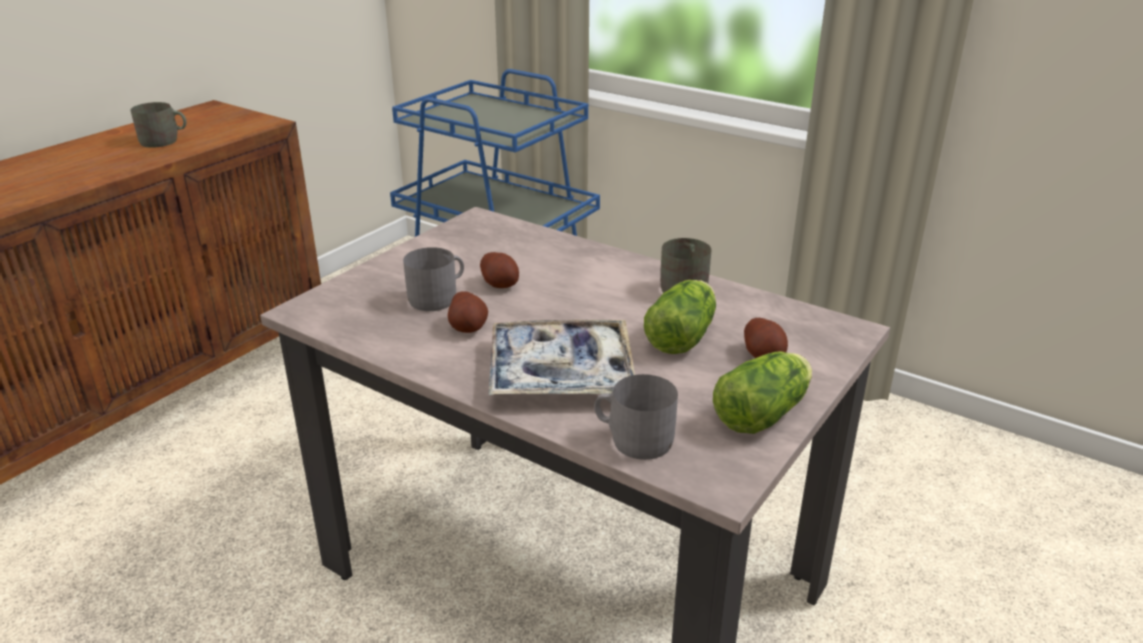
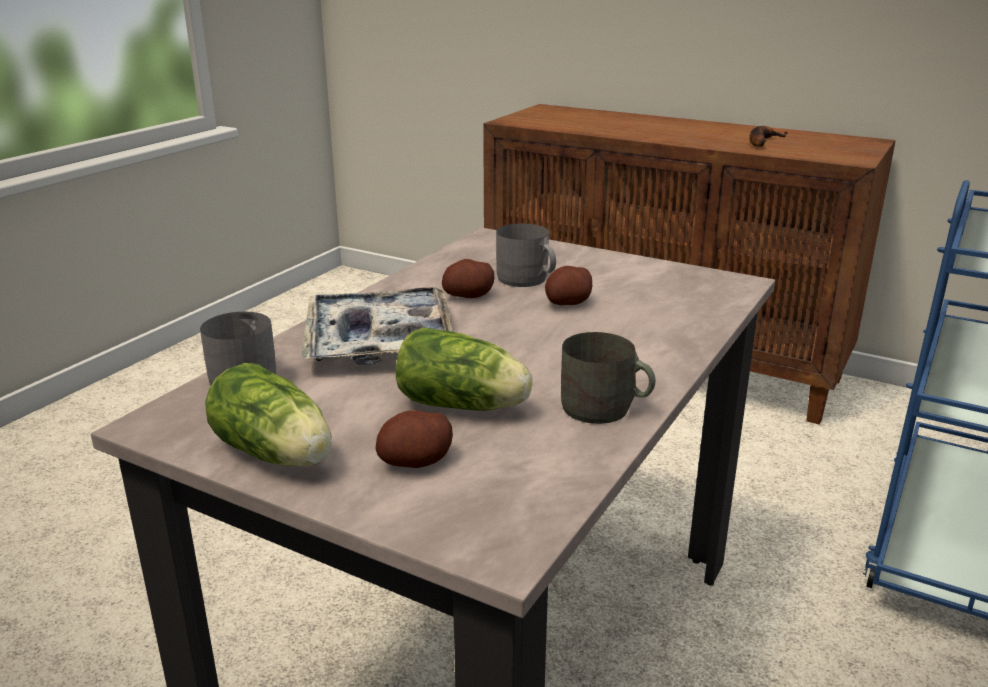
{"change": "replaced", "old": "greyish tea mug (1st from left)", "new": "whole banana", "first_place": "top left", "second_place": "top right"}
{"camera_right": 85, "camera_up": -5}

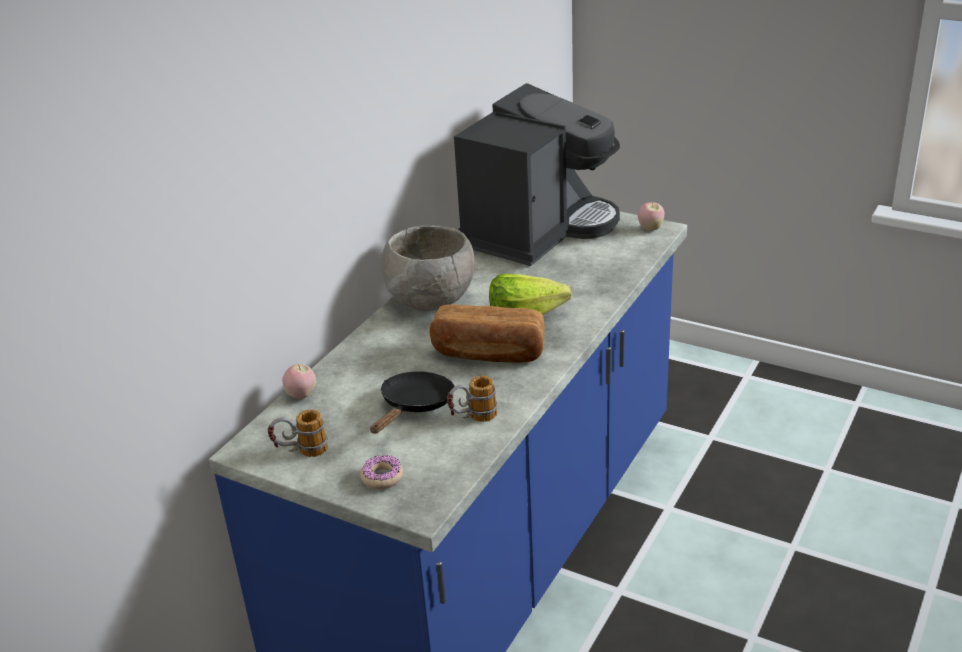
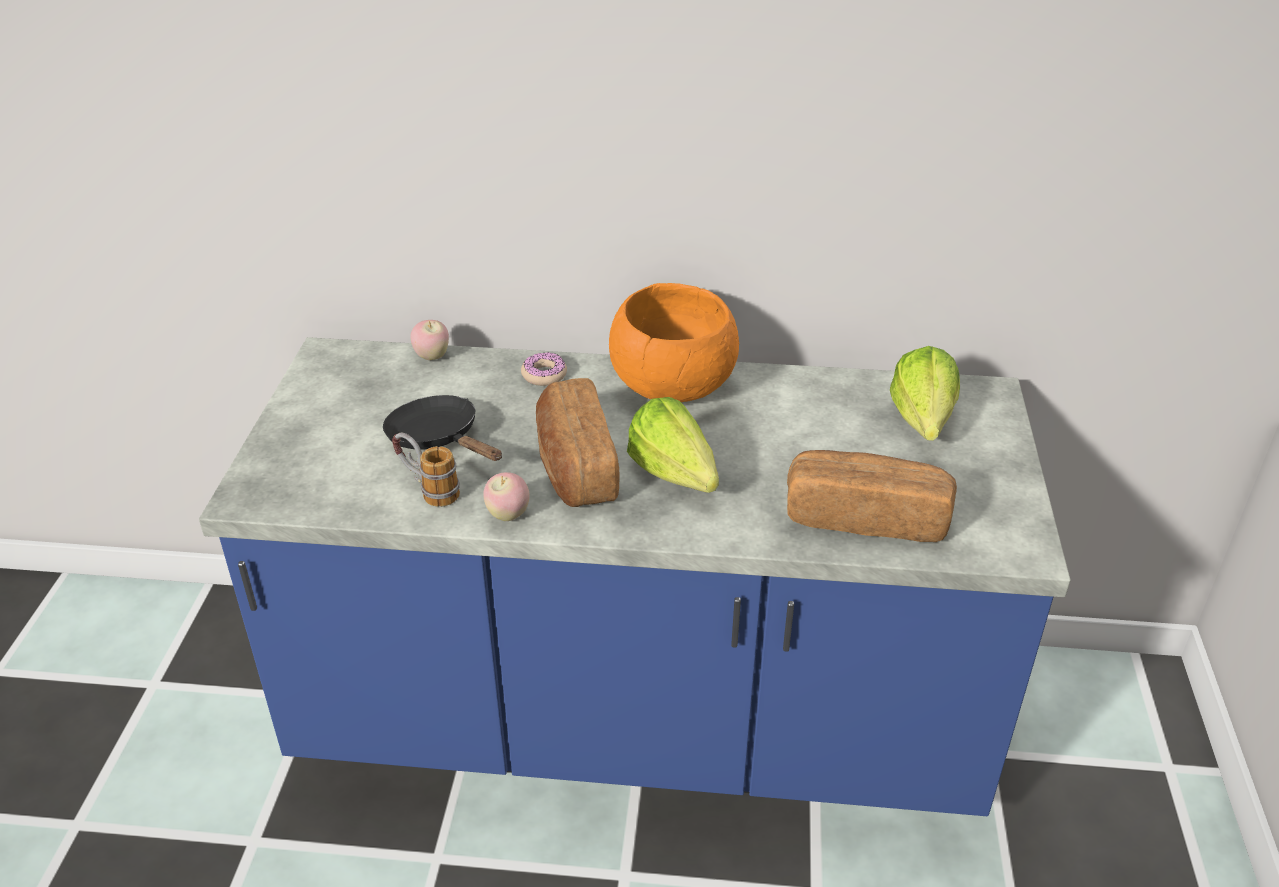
{"change": "removed", "old": "tea mug (1st from left)", "first_place": "middle left"}
{"change": "moved", "old": "ring doughnut", "first_place": "bottom centre", "second_place": "centre"}
{"change": "turned", "old": "blackish frying pan", "first_place": "centre", "second_place": "centre", "degrees": -135}
{"change": "recoloured", "old": "greyish serving bowl", "new": "orange-coloured serving bowl", "first_place": "centre", "second_place": "centre"}
{"change": "replaced", "old": "coffee brewer", "new": "lettuce (2nd from left)", "first_place": "top centre", "second_place": "middle right"}
{"change": "moved", "old": "whole apple (2nd from left)", "first_place": "top right", "second_place": "centre"}
{"change": "added", "new": "bakery bread (2nd from left)", "second_place": "middle right"}
{"camera_right": 65, "camera_up": 5}

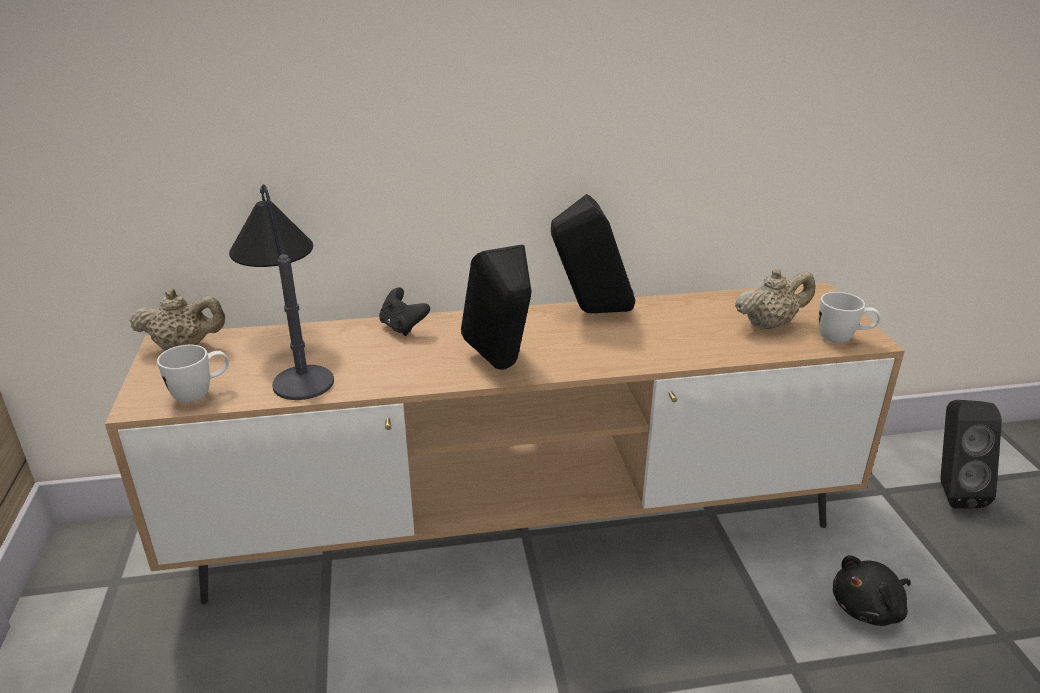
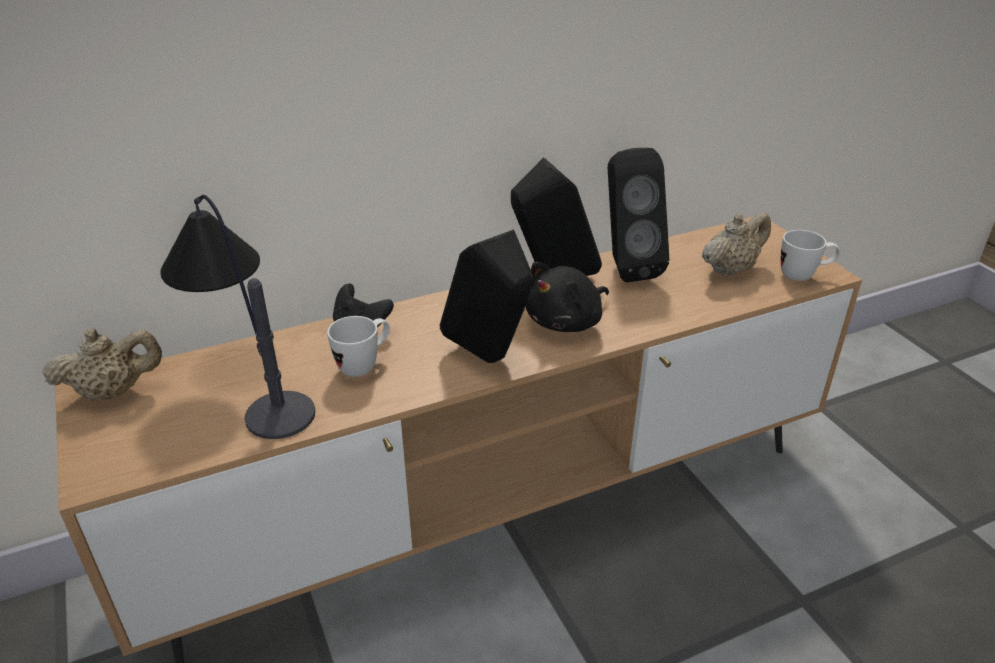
{"change": "moved", "old": "whitish tea mug (1st from left)", "first_place": "middle left", "second_place": "centre"}
{"change": "moved", "old": "blackish plush toy", "first_place": "bottom right", "second_place": "centre"}
{"change": "moved", "old": "blackish loudspeaker (3rd from left)", "first_place": "middle right", "second_place": "top centre"}
{"camera_right": -15, "camera_up": 5}

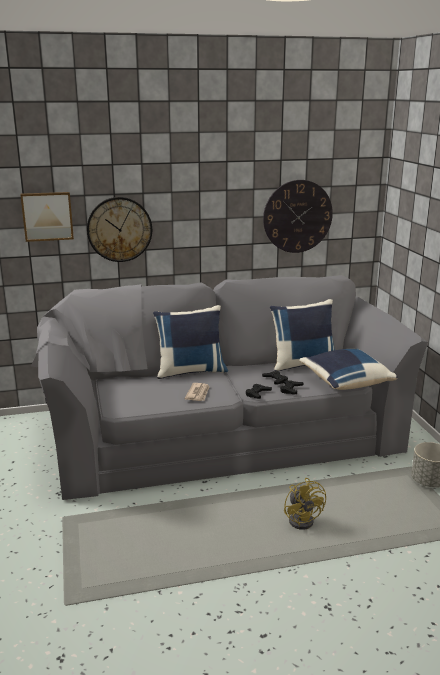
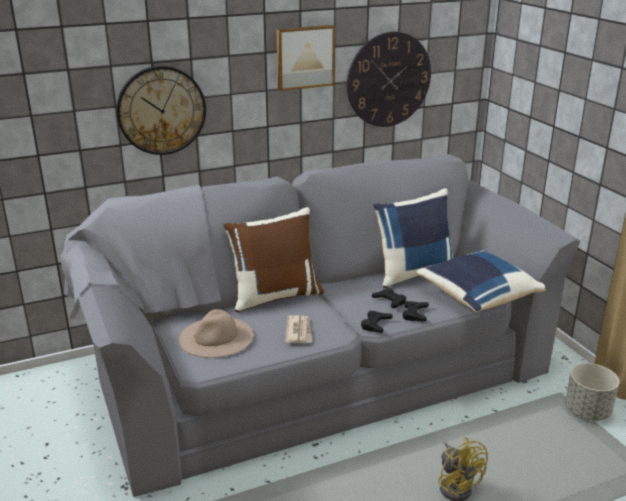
{"change": "moved", "old": "wall art", "first_place": "top left", "second_place": "top centre"}
{"change": "recoloured", "old": "bluish throw pillow (1st from left)", "new": "brownish throw pillow", "first_place": "centre", "second_place": "centre"}
{"change": "added", "new": "beige wearable hat", "second_place": "centre"}
{"camera_right": -10, "camera_up": 5}

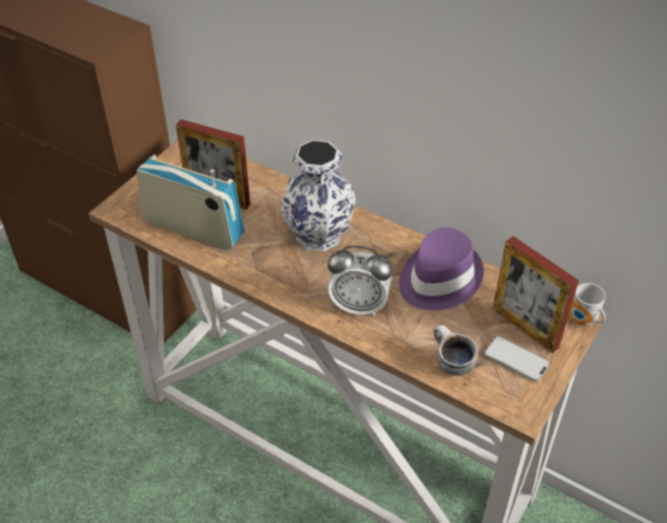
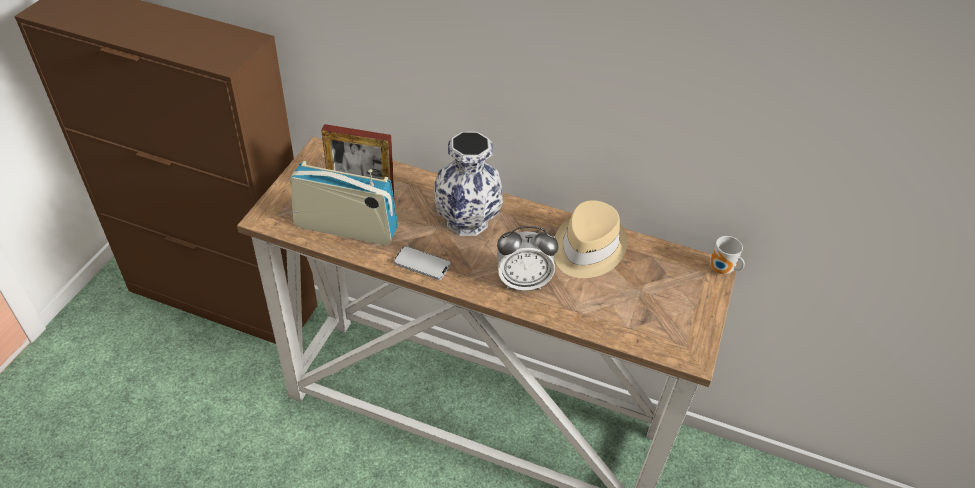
{"change": "recoloured", "old": "purple wearable hat", "new": "beige wearable hat", "first_place": "centre", "second_place": "centre"}
{"change": "removed", "old": "tea mug (1st from left)", "first_place": "bottom right"}
{"change": "moved", "old": "telephone", "first_place": "bottom right", "second_place": "centre"}
{"change": "removed", "old": "picture frame (2nd from left)", "first_place": "middle right"}
{"camera_right": -15, "camera_up": 0}

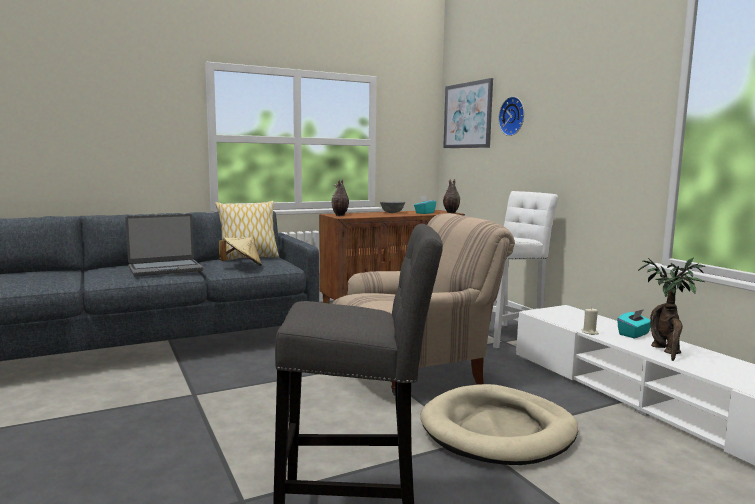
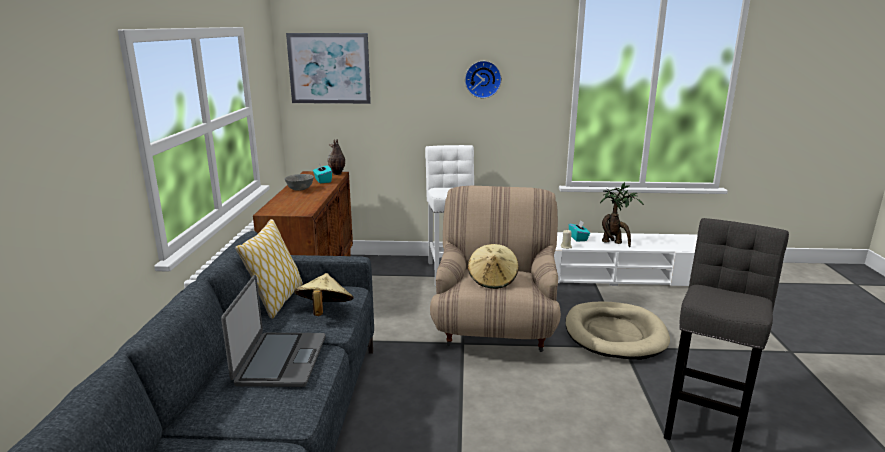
{"change": "removed", "old": "vase (1st from left)", "first_place": "centre"}
{"change": "moved", "old": "hanging clock", "first_place": "top right", "second_place": "top centre"}
{"change": "added", "new": "beige wearable hat (2nd from left)", "second_place": "centre"}
{"camera_right": -60, "camera_up": 10}

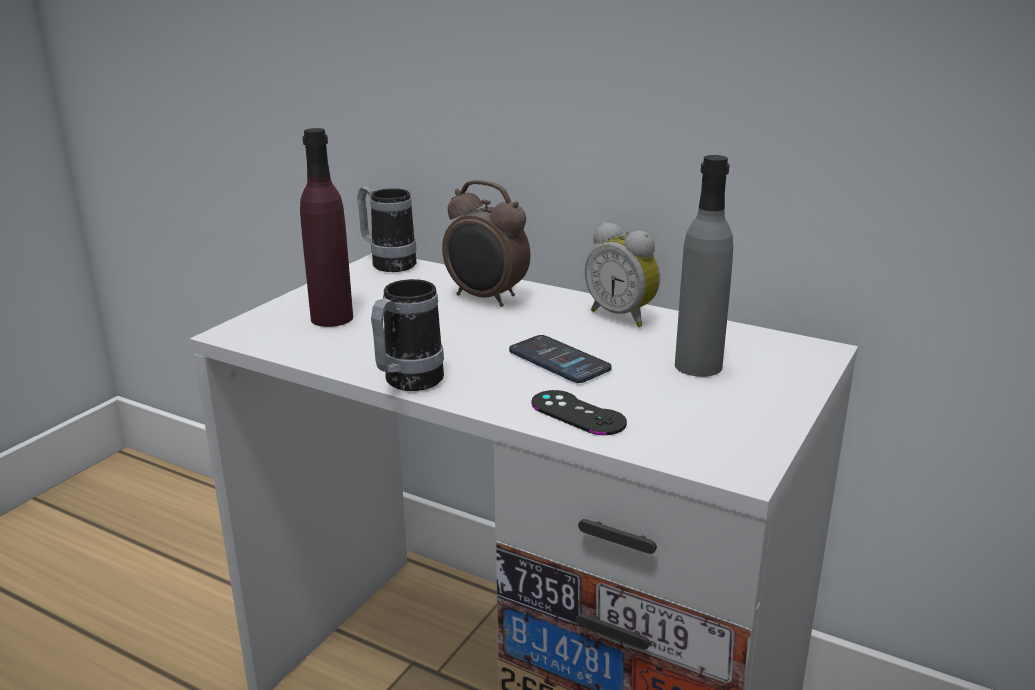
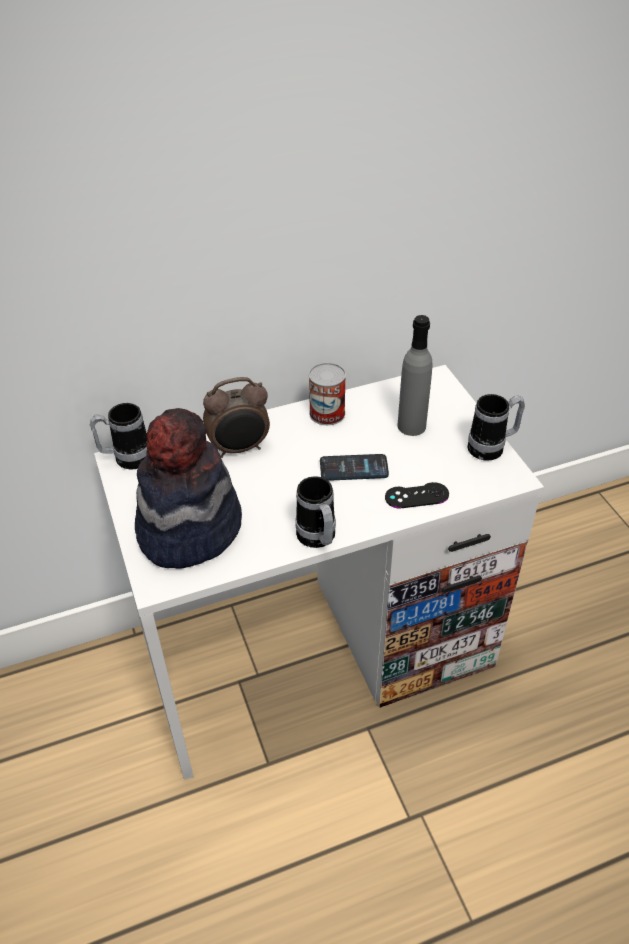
{"change": "replaced", "old": "purple bottle", "new": "wearable hat", "first_place": "top left", "second_place": "middle left"}
{"change": "replaced", "old": "alarm clock (2nd from left)", "new": "metal can", "first_place": "centre", "second_place": "centre"}
{"change": "added", "new": "tea mug (3rd from left)", "second_place": "middle right"}
{"camera_right": -50, "camera_up": 20}

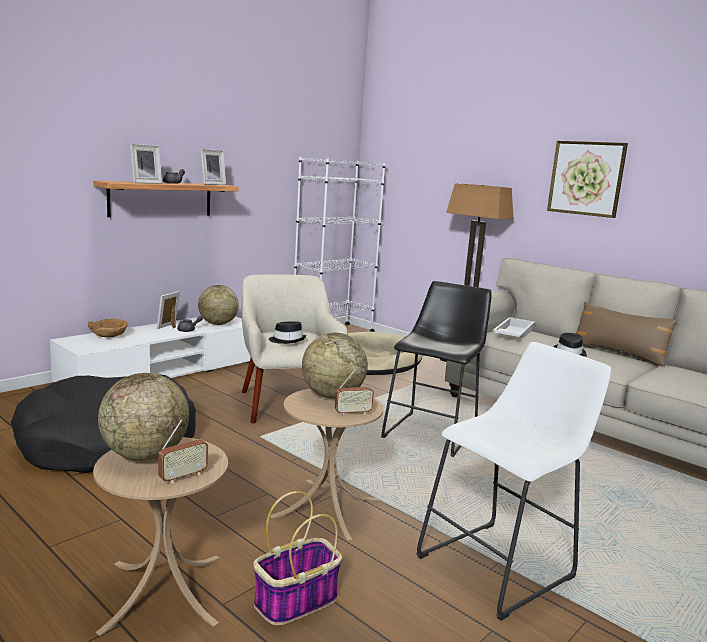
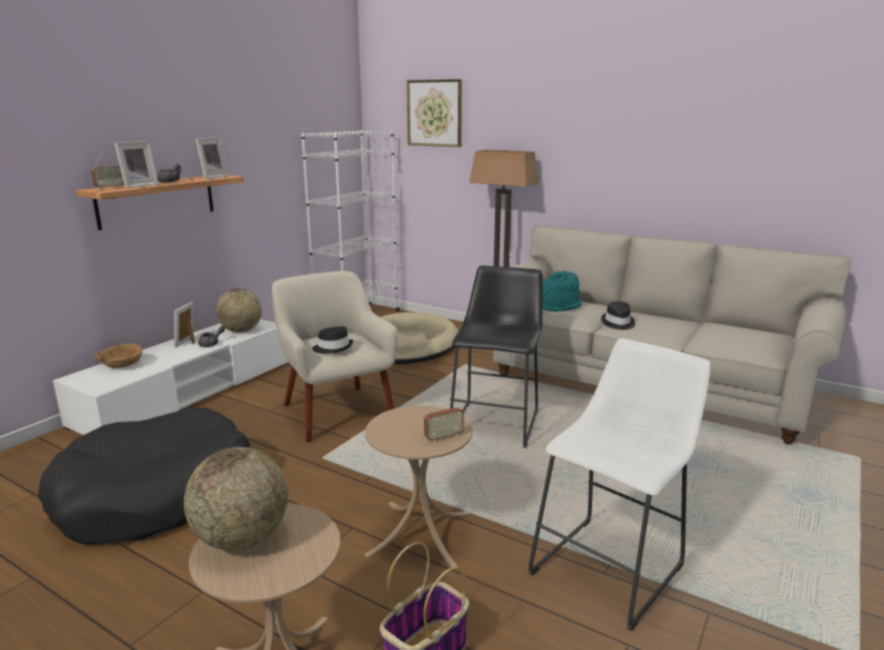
{"change": "moved", "old": "radio set (1st from left)", "first_place": "bottom left", "second_place": "top left"}
{"change": "removed", "old": "globe (3rd from left)", "first_place": "centre"}
{"change": "replaced", "old": "whitish carrying tray", "new": "blue-green wearable hat", "first_place": "middle right", "second_place": "centre"}
{"change": "moved", "old": "wall art", "first_place": "top right", "second_place": "top centre"}
{"change": "removed", "old": "brownish throw pillow", "first_place": "middle right"}
{"camera_right": -10, "camera_up": 5}

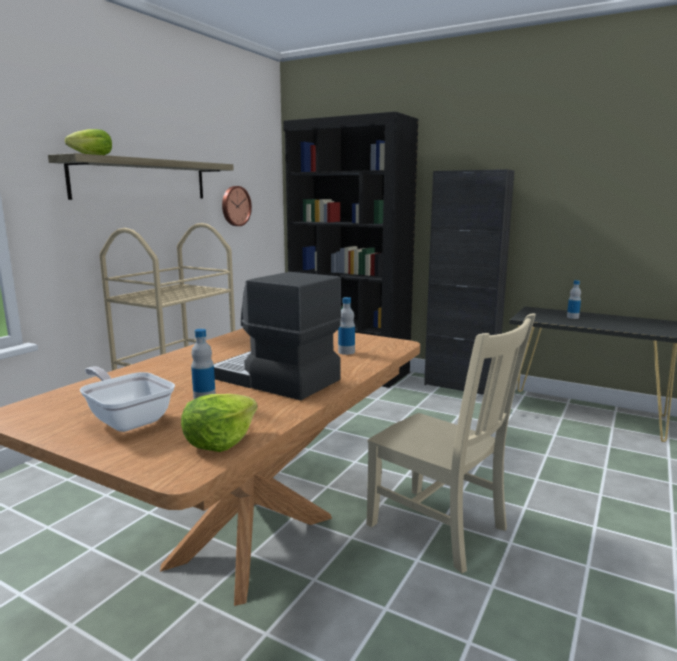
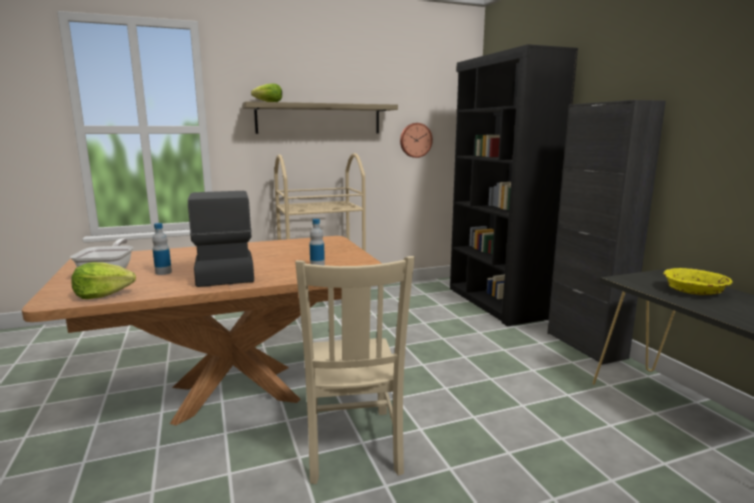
{"change": "replaced", "old": "bottle (3rd from left)", "new": "yellow serving bowl", "first_place": "middle right", "second_place": "middle right"}
{"camera_right": 40, "camera_up": 0}

